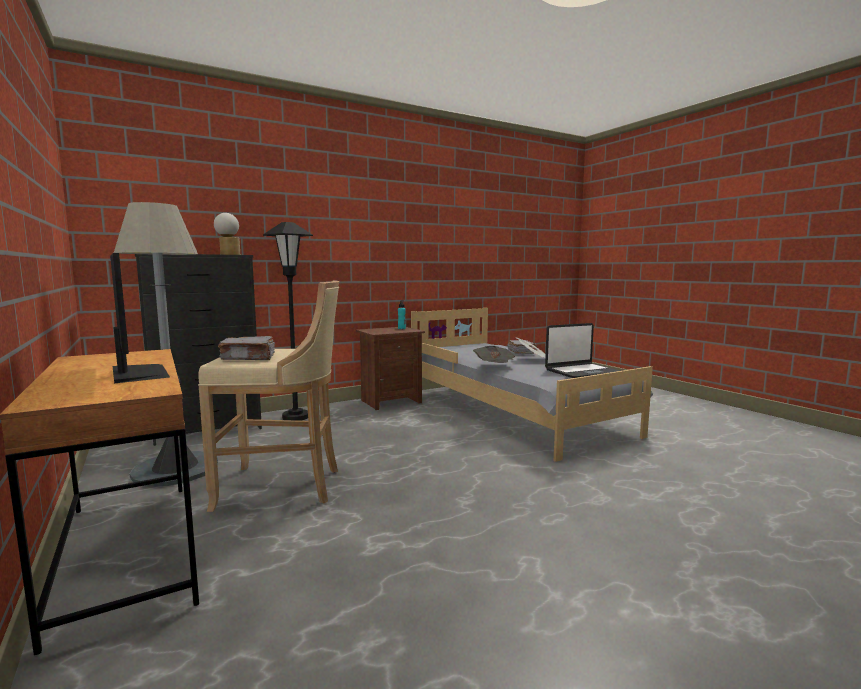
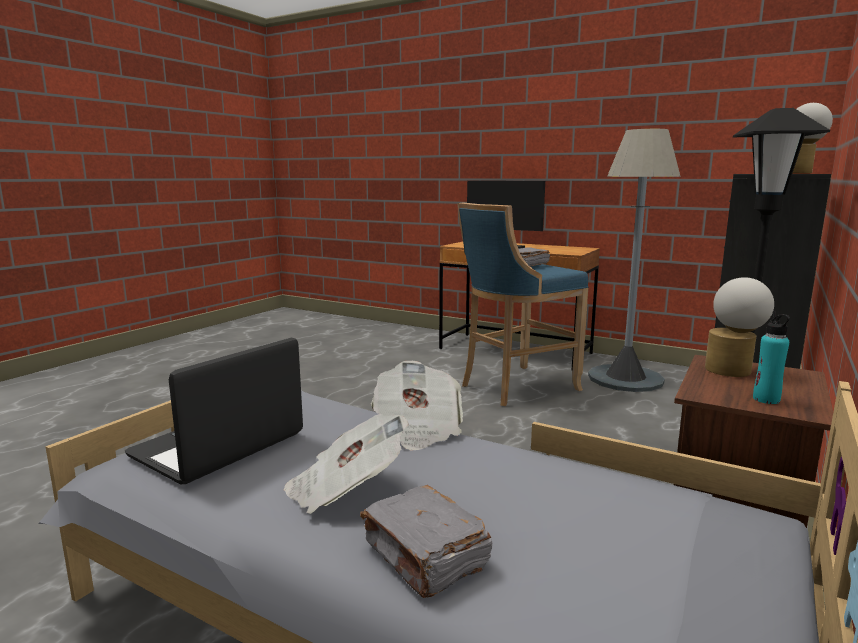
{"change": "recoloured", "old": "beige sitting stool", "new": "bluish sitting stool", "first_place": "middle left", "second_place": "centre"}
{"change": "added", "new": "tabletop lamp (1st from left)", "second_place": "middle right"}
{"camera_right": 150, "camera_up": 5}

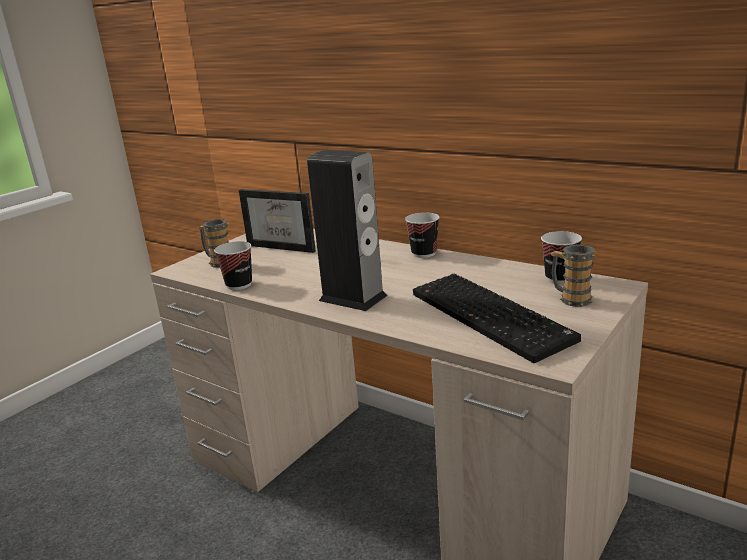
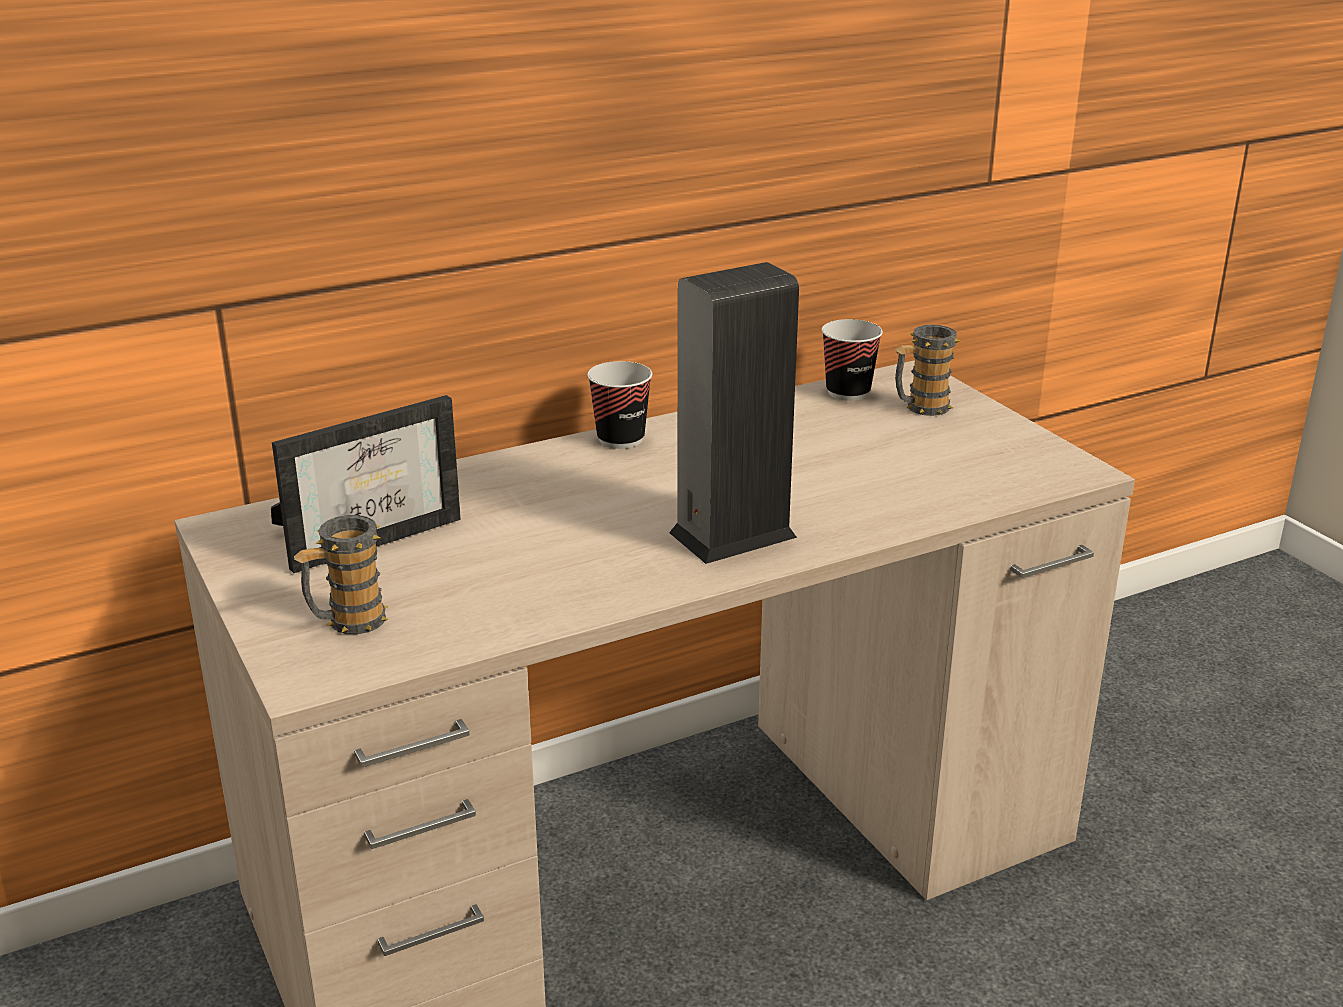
{"change": "removed", "old": "drinking cup (1st from left)", "first_place": "middle left"}
{"change": "removed", "old": "PC keyboard", "first_place": "centre"}
{"camera_right": -65, "camera_up": 5}

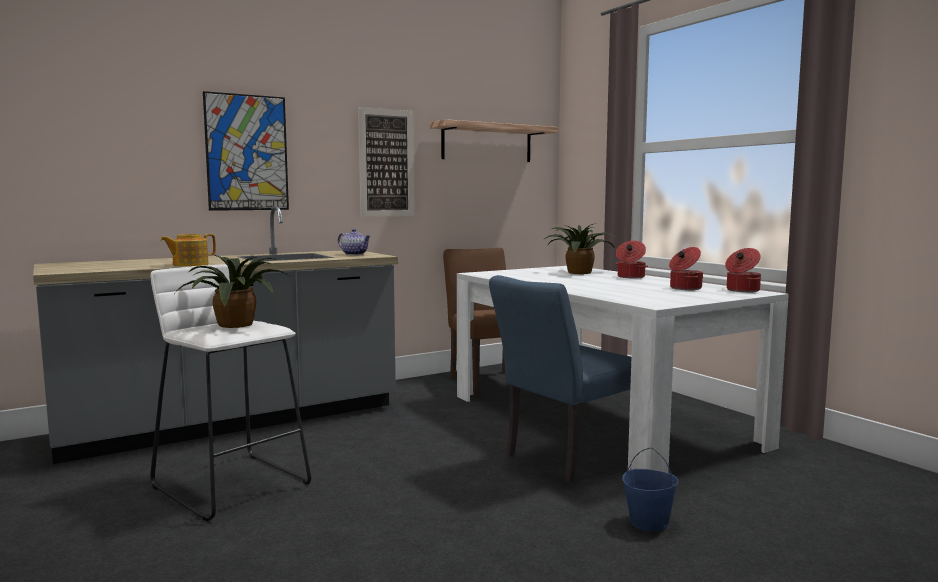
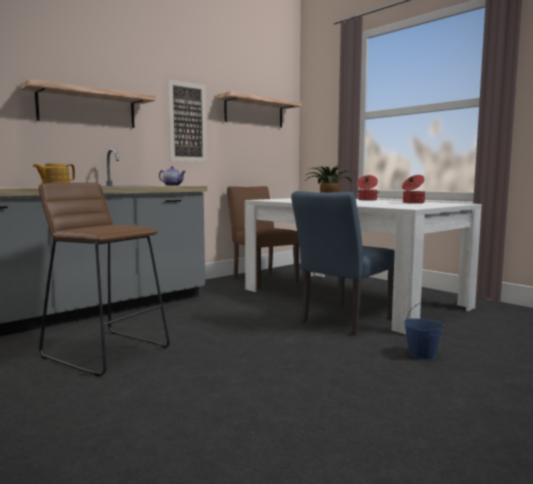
{"change": "recoloured", "old": "whitish sitting stool", "new": "brownish sitting stool", "first_place": "bottom left", "second_place": "middle left"}
{"change": "removed", "old": "houseplant (1st from left)", "first_place": "middle left"}
{"change": "replaced", "old": "wall art (1st from left)", "new": "wall shelf (1st from left)", "first_place": "top left", "second_place": "top left"}
{"change": "removed", "old": "cooking pot (3rd from left)", "first_place": "middle right"}
{"camera_right": -10, "camera_up": 0}

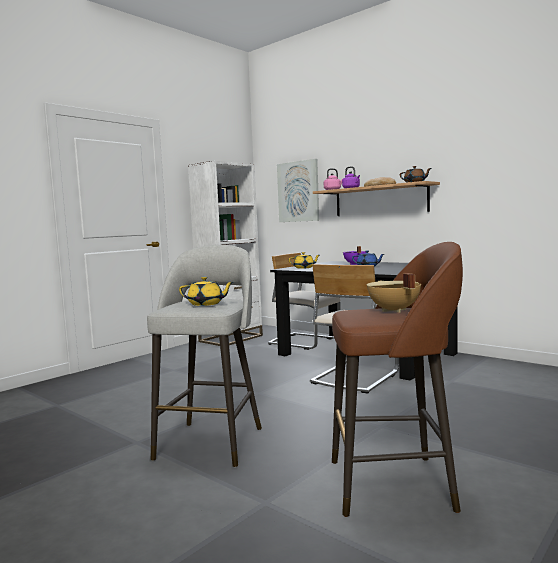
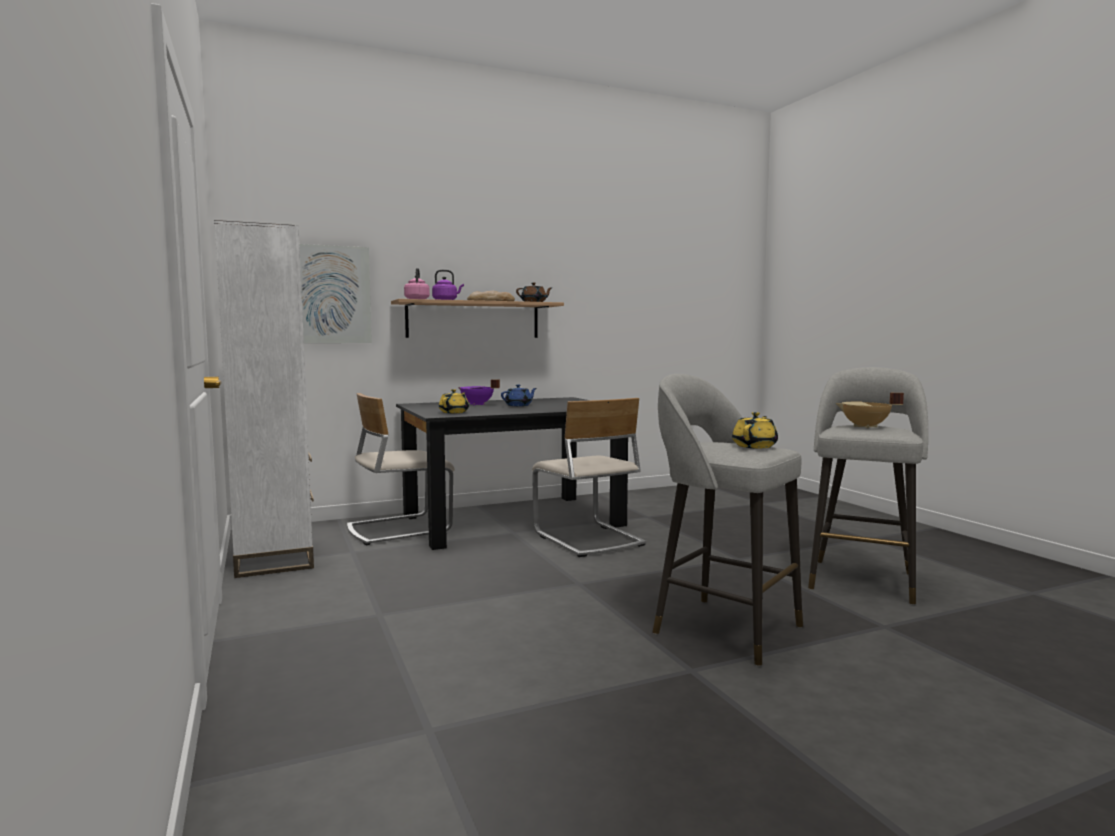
{"change": "recoloured", "old": "brownish sitting stool", "new": "greyish sitting stool (2nd from left)", "first_place": "bottom right", "second_place": "middle right"}
{"camera_right": -65, "camera_up": 0}

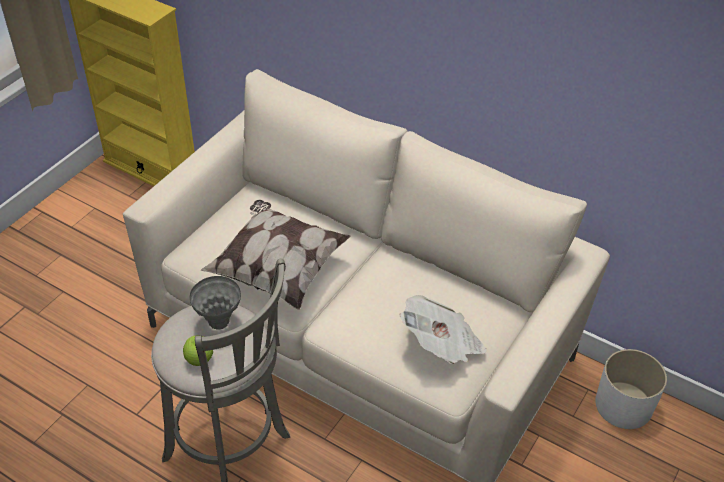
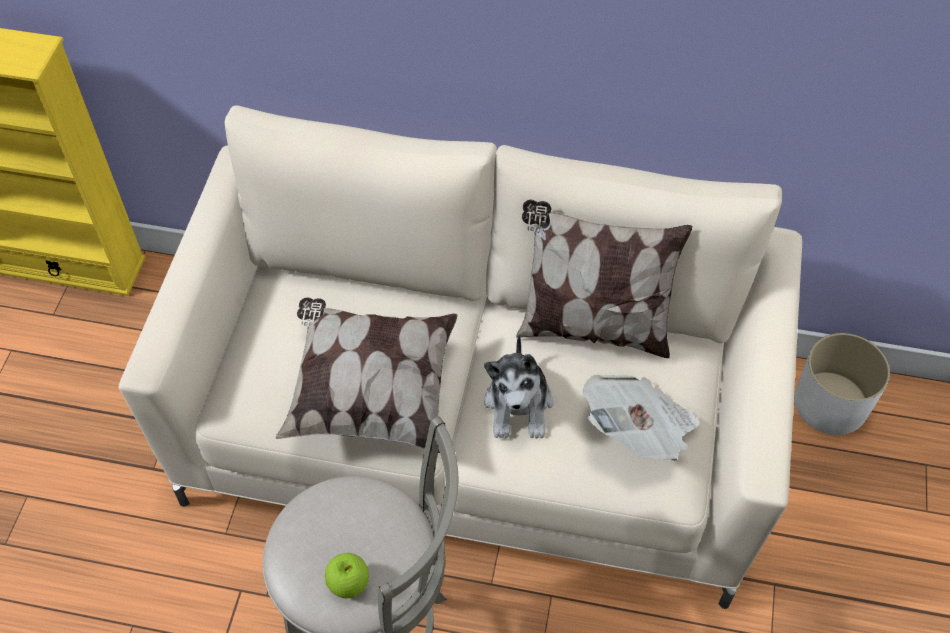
{"change": "removed", "old": "greyish vase", "first_place": "middle left"}
{"change": "added", "new": "plush toy", "second_place": "centre"}
{"change": "added", "new": "throw pillow (2nd from left)", "second_place": "centre"}
{"camera_right": -20, "camera_up": 10}

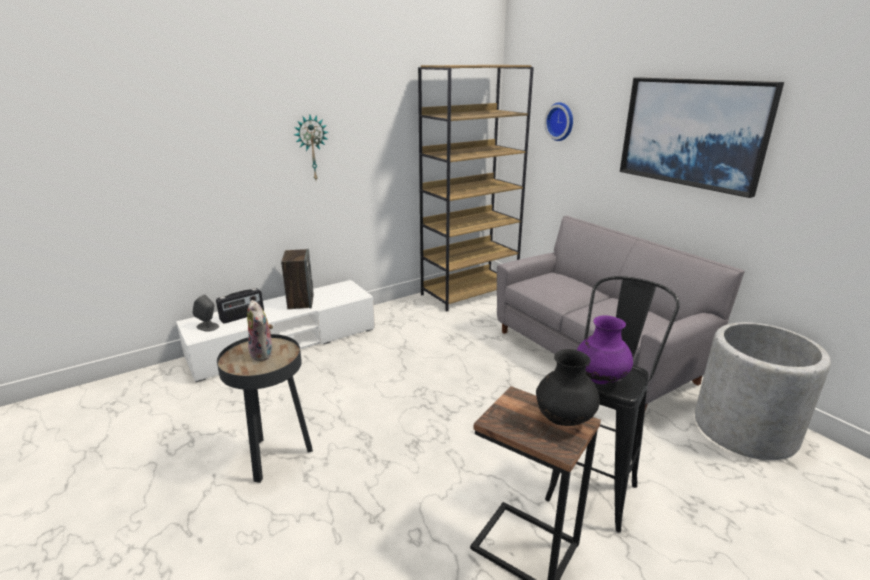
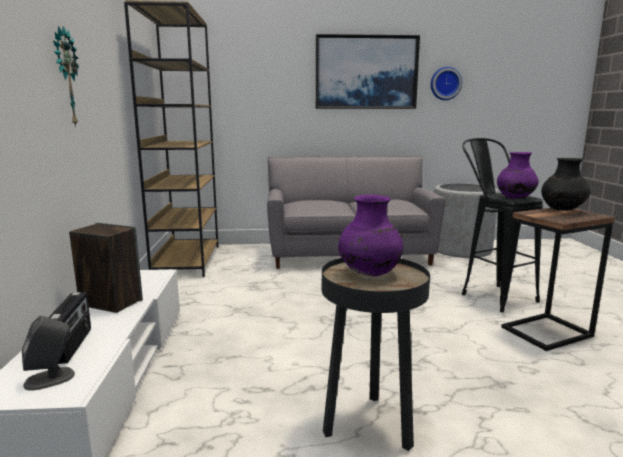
{"change": "replaced", "old": "plush toy", "new": "purple vase (1st from left)", "first_place": "middle left", "second_place": "centre"}
{"change": "moved", "old": "hanging clock (2nd from left)", "first_place": "top centre", "second_place": "top right"}
{"camera_right": -60, "camera_up": -10}

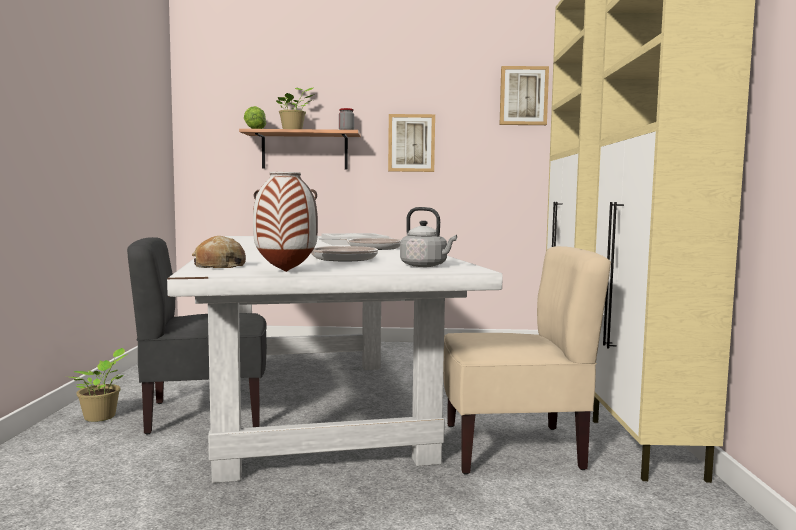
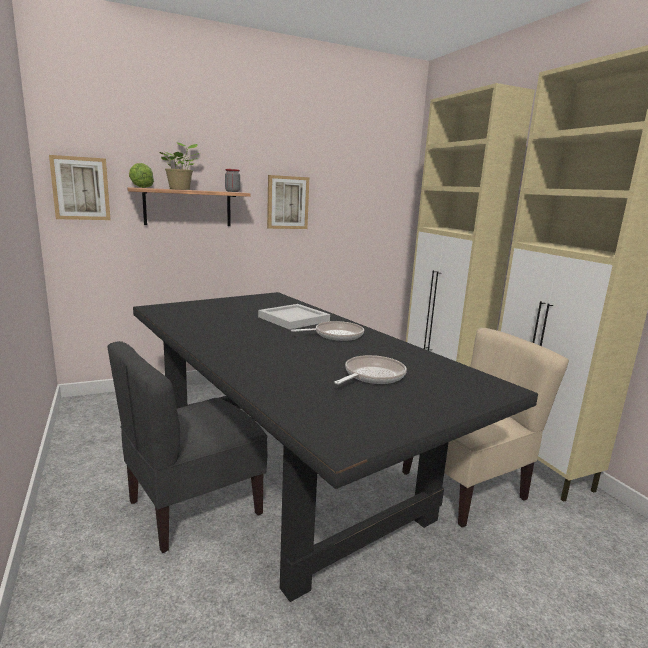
{"change": "removed", "old": "houseplant (1st from left)", "first_place": "bottom left"}
{"change": "recoloured", "old": "whitish dinner table", "new": "blackish dinner table", "first_place": "bottom centre", "second_place": "bottom centre"}
{"change": "removed", "old": "bakery bread", "first_place": "middle left"}
{"change": "removed", "old": "vase", "first_place": "centre"}
{"change": "removed", "old": "greyish tea kettle", "first_place": "centre"}
{"change": "moved", "old": "wall art (2nd from left in the first image)", "new": "wall art (1st from left)", "first_place": "top centre", "second_place": "top left"}
{"camera_right": -25, "camera_up": 10}

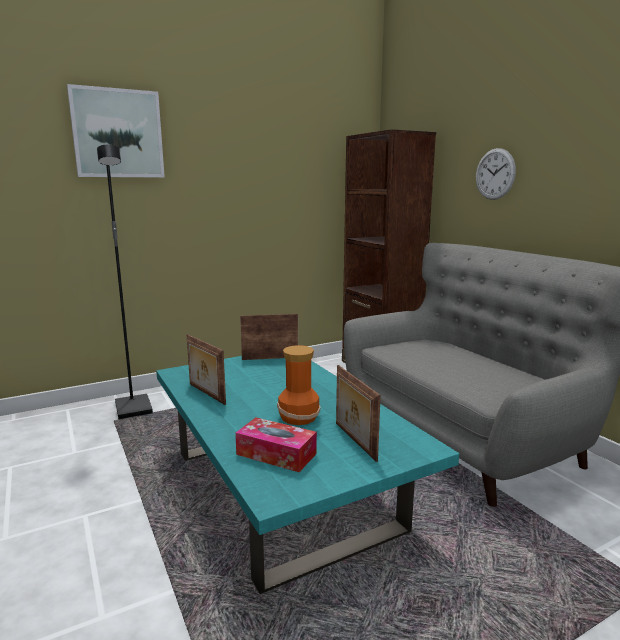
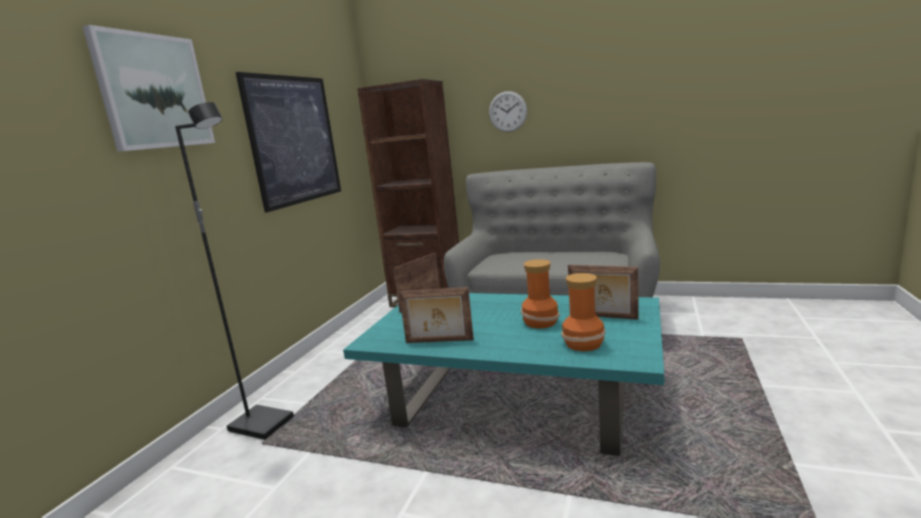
{"change": "replaced", "old": "tissue holder", "new": "vase (2nd from left)", "first_place": "bottom centre", "second_place": "centre"}
{"change": "added", "new": "wall art (2nd from left)", "second_place": "top left"}
{"camera_right": -40, "camera_up": 0}

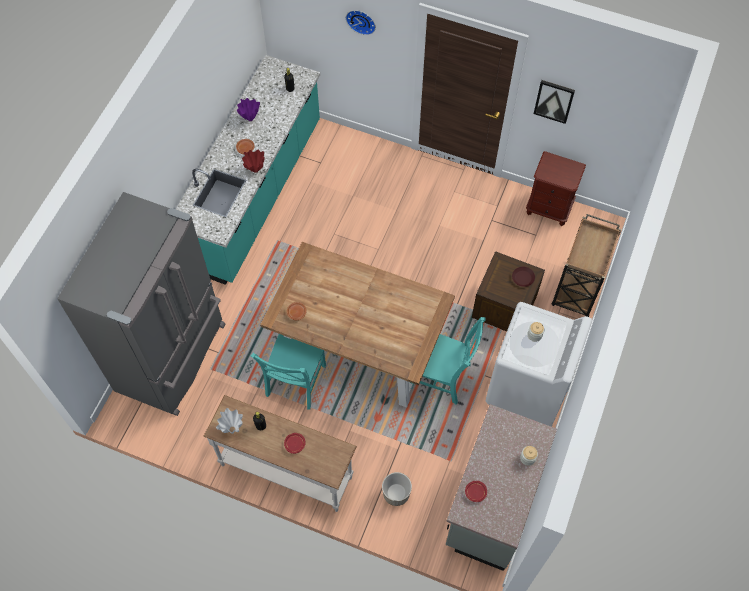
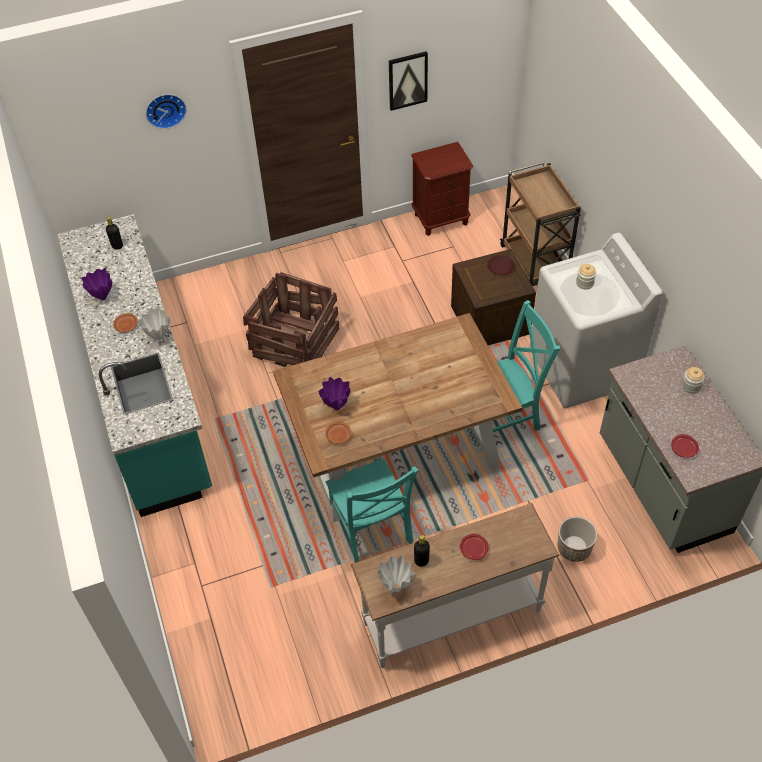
{"change": "removed", "old": "greyish refrigerator", "first_place": "middle left"}
{"change": "recoloured", "old": "red-coloured vase", "new": "whitish vase (1st from left)", "first_place": "top centre", "second_place": "middle left"}
{"change": "added", "new": "packing crate (1st from left)", "second_place": "centre"}
{"change": "added", "new": "purple vase (2nd from left)", "second_place": "centre"}
{"camera_right": -40, "camera_up": -10}

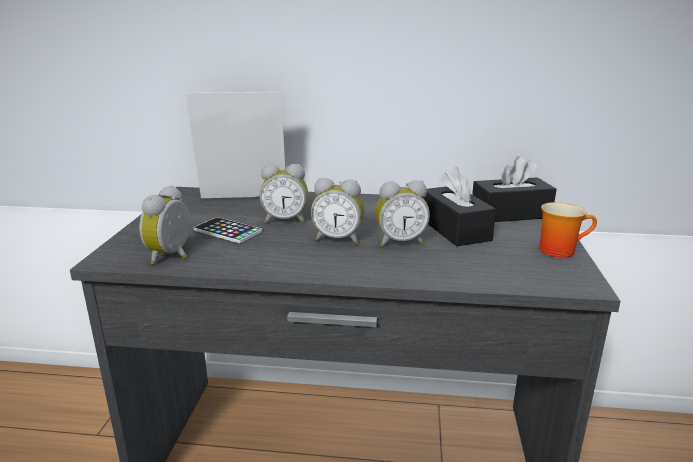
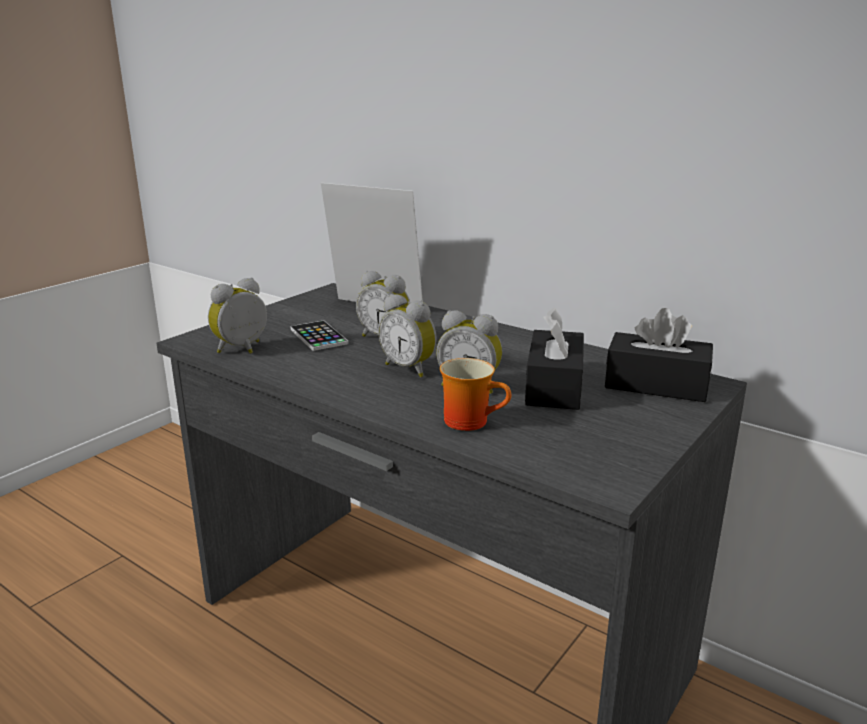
{"change": "moved", "old": "tea mug", "first_place": "middle right", "second_place": "centre"}
{"camera_right": 30, "camera_up": 0}

